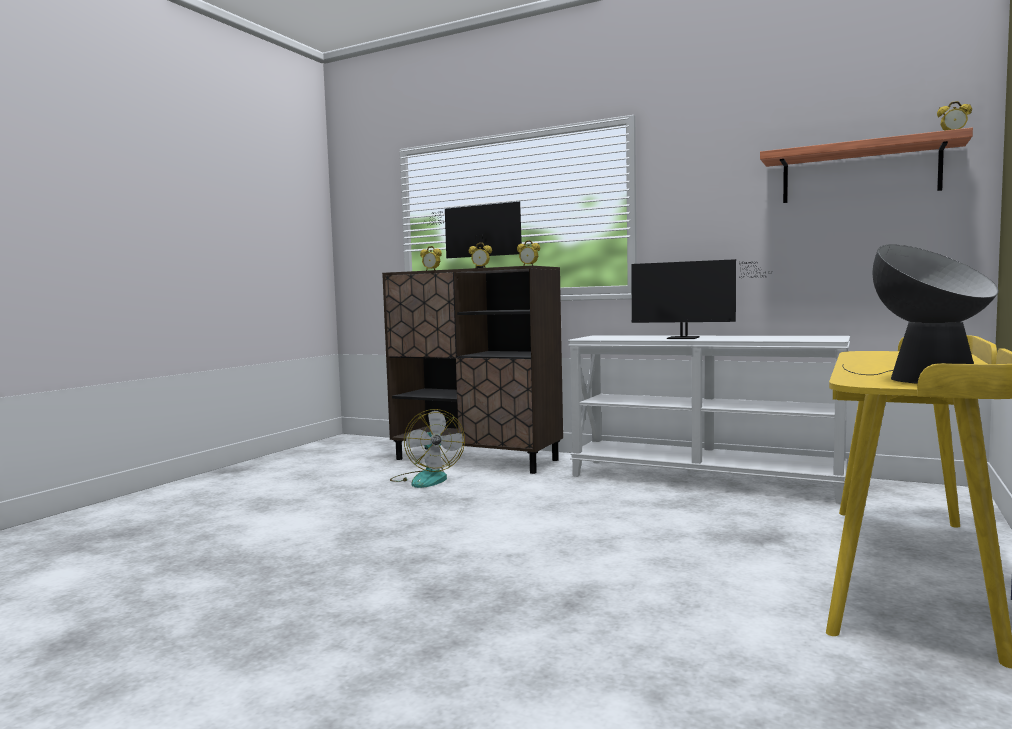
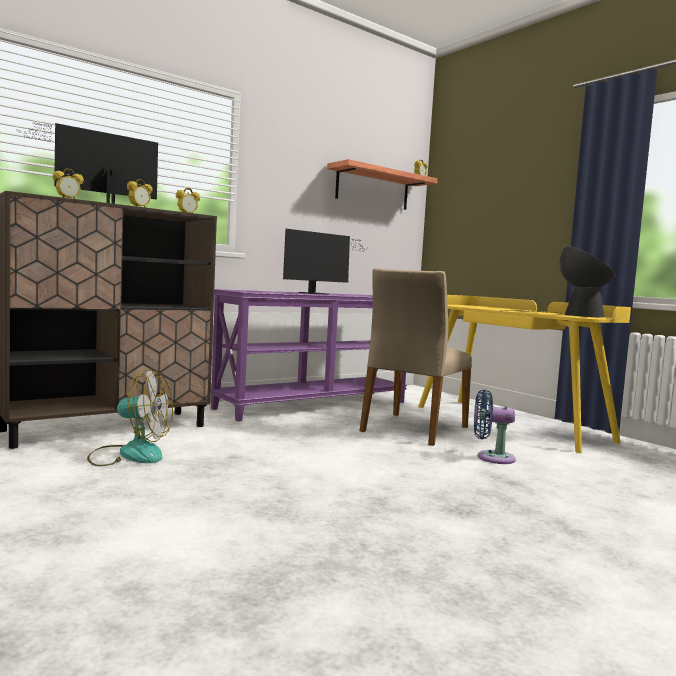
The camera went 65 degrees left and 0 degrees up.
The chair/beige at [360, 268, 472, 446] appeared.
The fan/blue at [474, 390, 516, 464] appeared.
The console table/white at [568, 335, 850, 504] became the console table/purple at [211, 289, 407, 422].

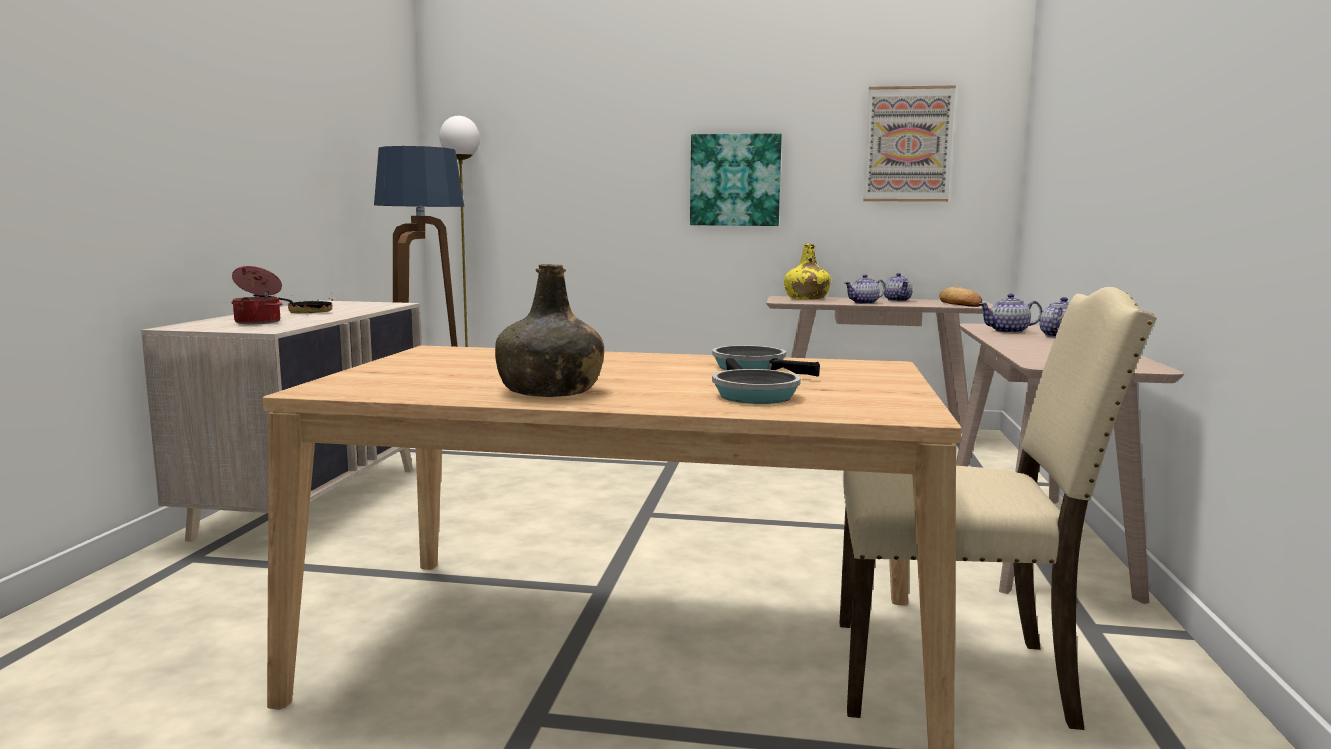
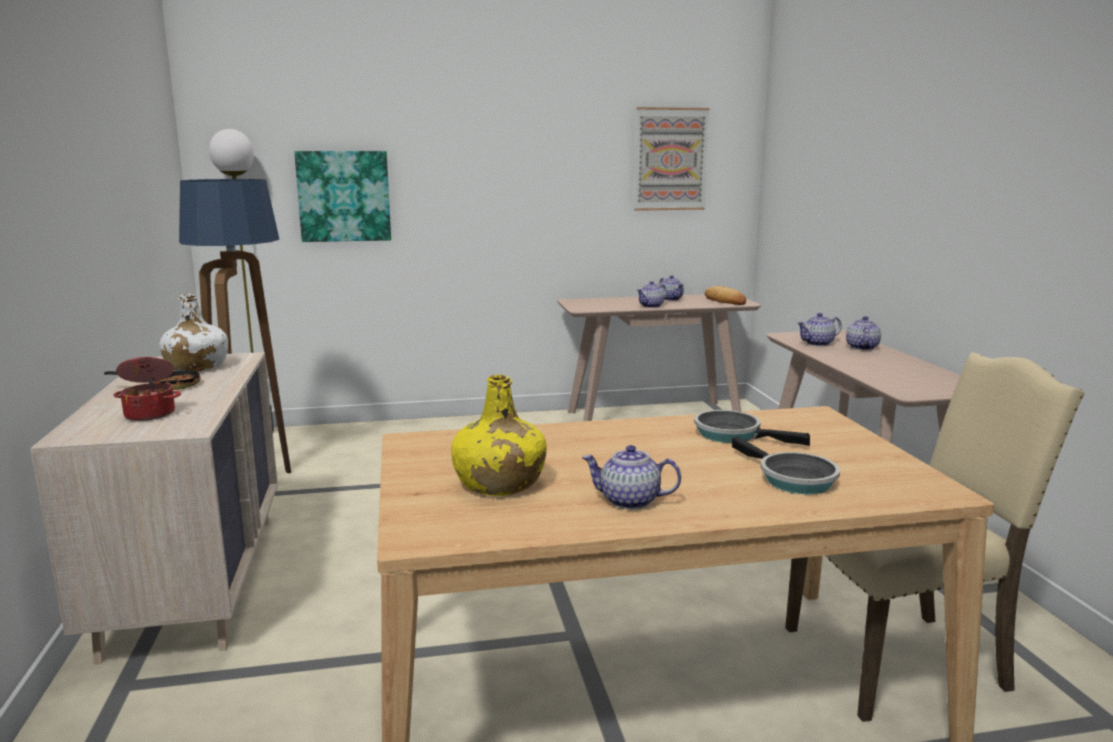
The camera went 20 degrees left and 5 degrees up.
The bottle/white at [159, 294, 228, 372] appeared.
The picture moved from [690, 133, 782, 226] to [294, 151, 391, 242].
The bottle/yellow moved from [784, 244, 831, 300] to [451, 375, 547, 496].
The bottle/green at [495, 264, 604, 397] was replaced by the teapot at [582, 445, 681, 510].

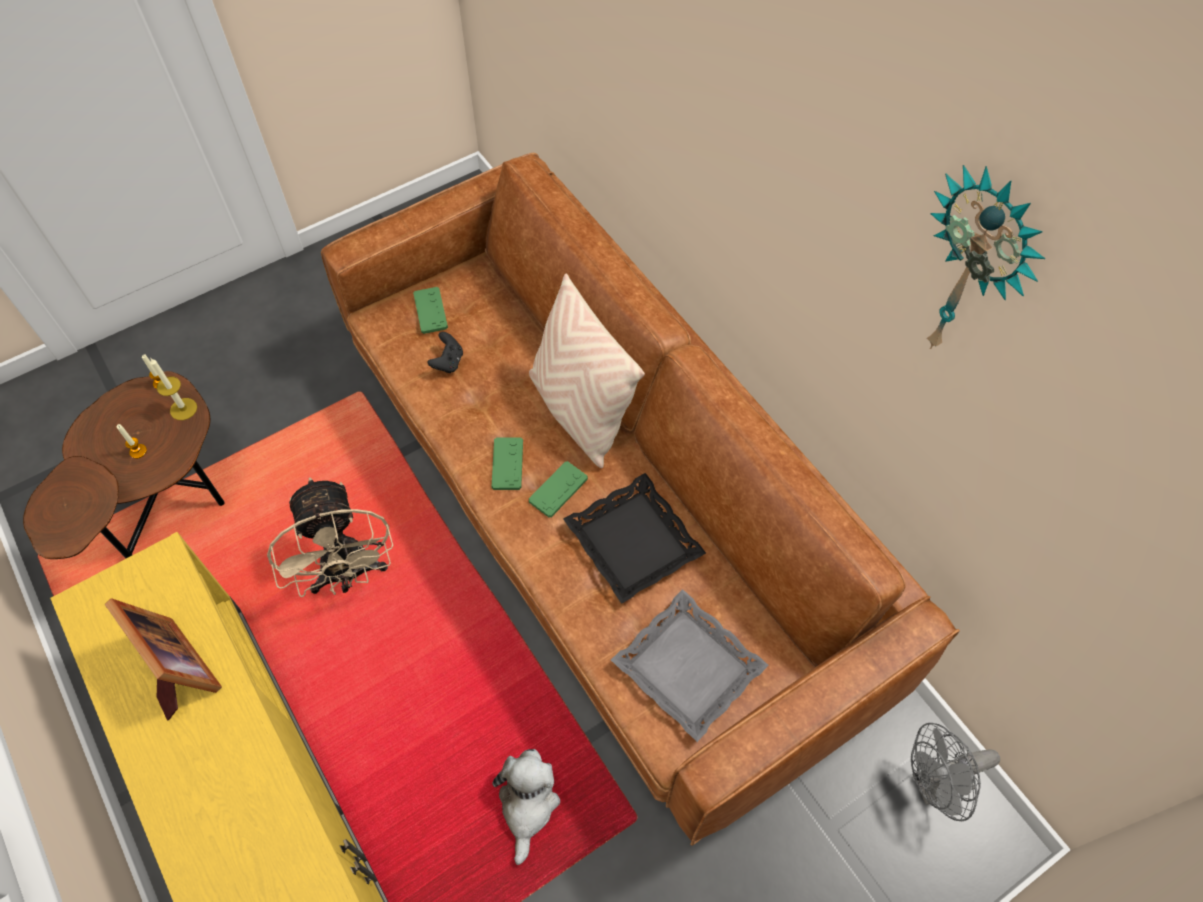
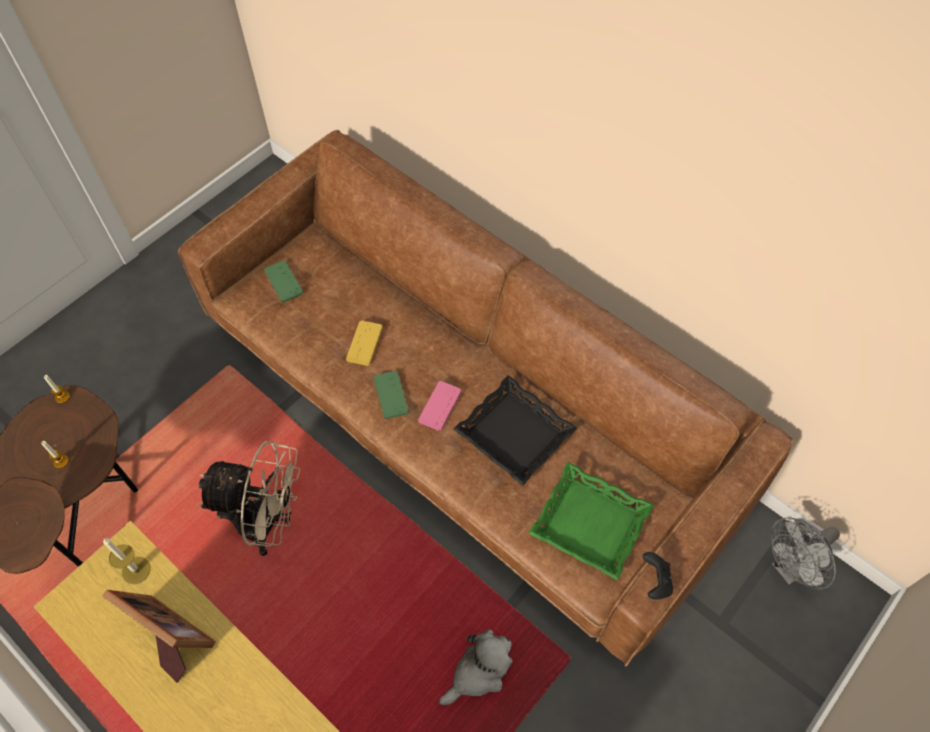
The camera went 15 degrees left and 0 degrees up.
The pillow/beige at [529, 274, 645, 468] disappeared.
The wall clock at [927, 165, 1045, 349] disappeared.
The game controller/yellow at [346, 320, 383, 366] appeared.
The candle moved from [150, 358, 197, 420] to [103, 538, 151, 584].
The game controller/black moved from [428, 332, 463, 373] to [643, 552, 673, 600].
The game controller/green at [529, 461, 588, 517] became the game controller/pink at [418, 381, 461, 431].
The tray/grey at [611, 589, 769, 742] became the tray/green at [528, 462, 654, 580].
The fan/beige at [267, 477, 393, 597] turned 45 degrees counterclockwise.
The plush toy at [492, 749, 560, 865] turned 60 degrees clockwise.

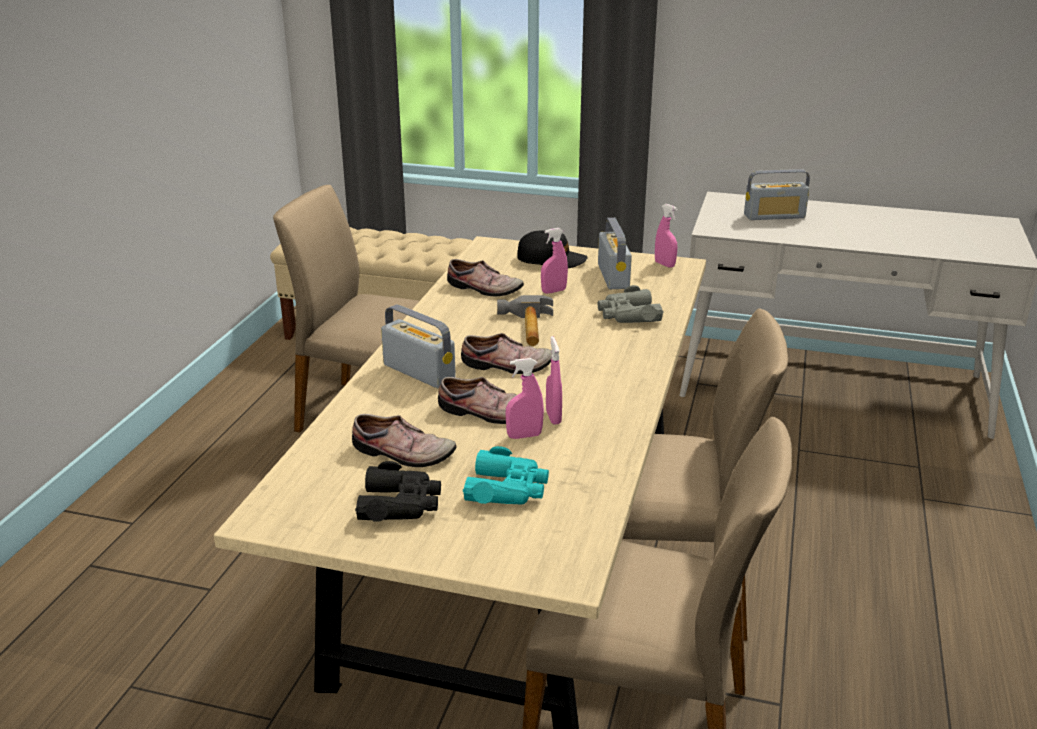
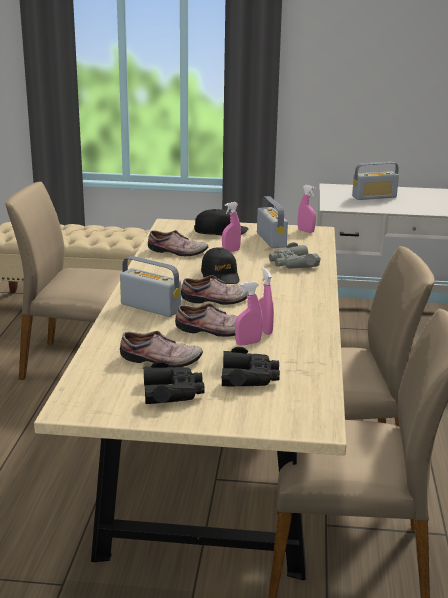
The camera went 10 degrees left and 5 degrees down.
The hammer at [497, 295, 553, 346] was replaced by the cap/black at [201, 247, 239, 284].
The binoculars/turquoise at [463, 446, 549, 504] became the binoculars/black at [221, 347, 280, 386].

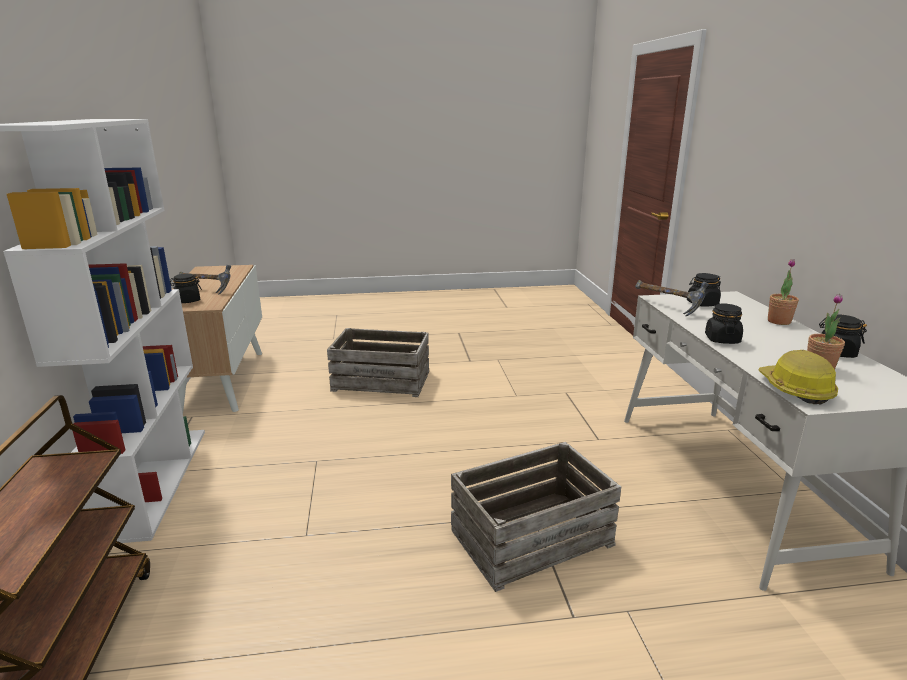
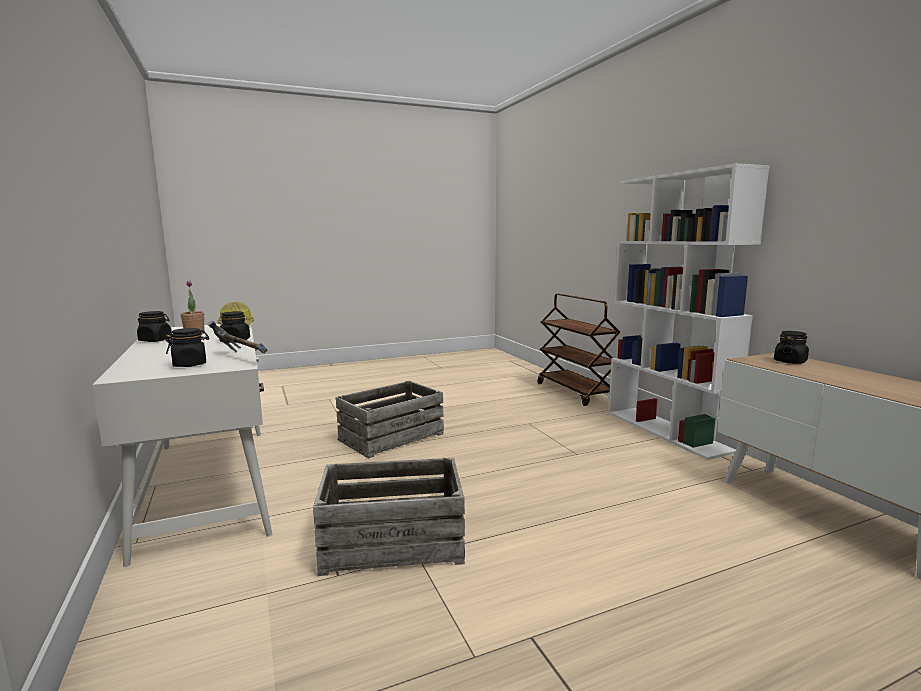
The camera went 165 degrees right and 10 degrees down.
The hammer at [179, 265, 232, 295] disappeared.
The potted plant at [768, 259, 799, 325] disappeared.
The crate moved from [327, 328, 429, 397] to [313, 457, 465, 576].

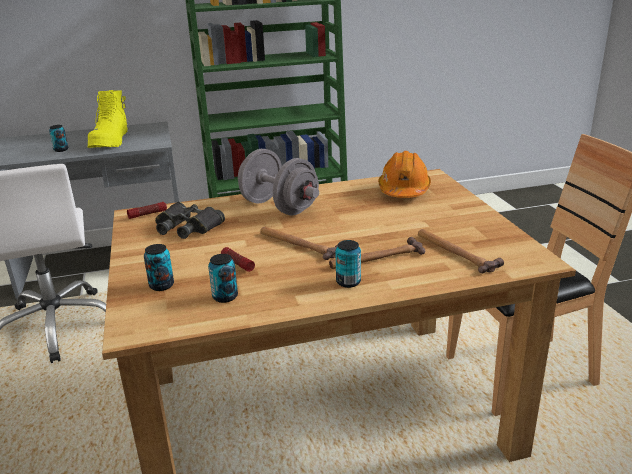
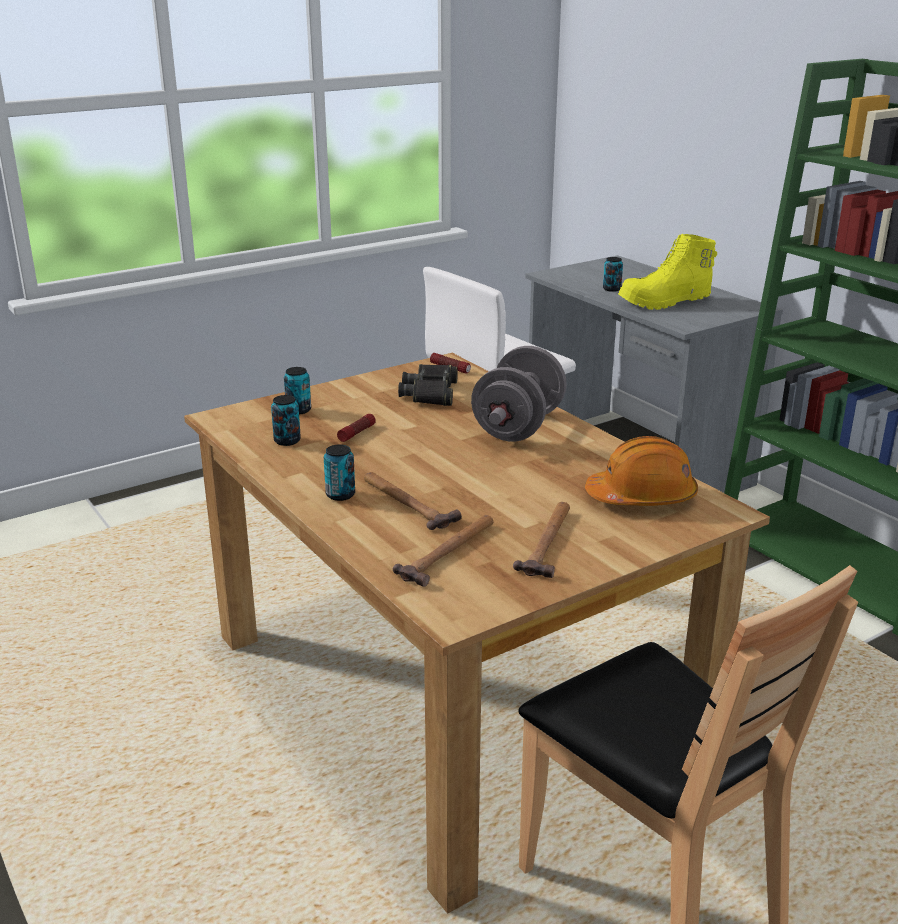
The camera went 70 degrees right and 0 degrees up.
The hammer moved from [260, 227, 338, 260] to [513, 502, 570, 578].

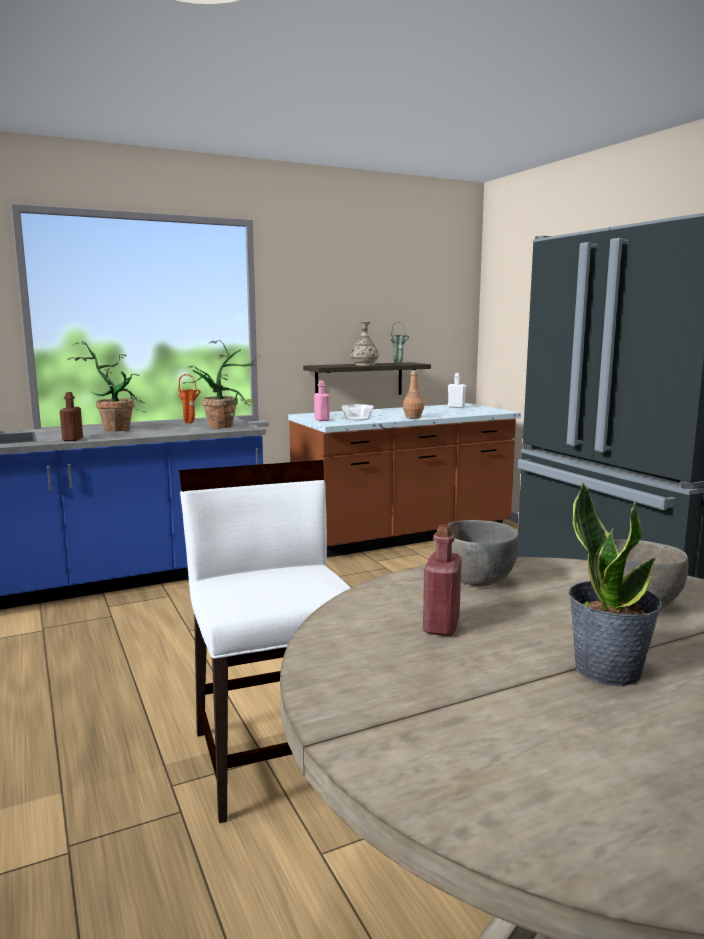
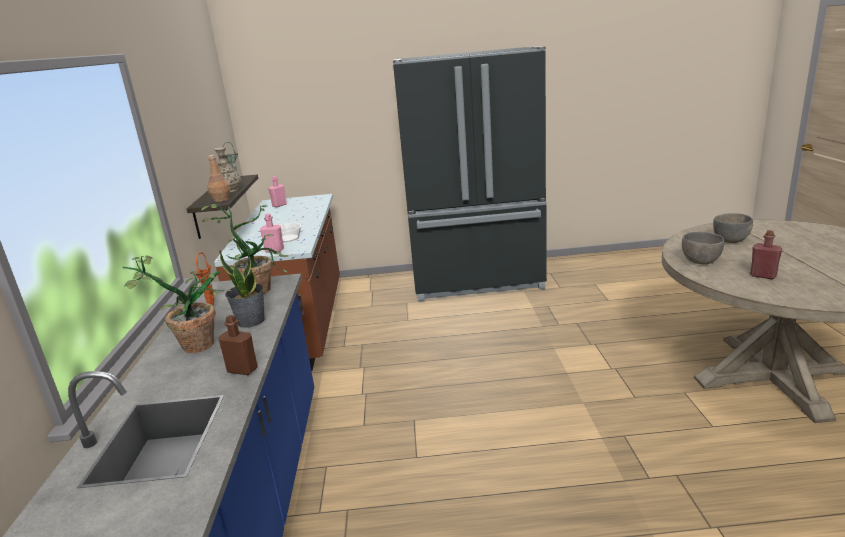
The camera went 65 degrees left and 10 degrees up.
The chair/white at [179, 460, 351, 823] disappeared.
The bottle/brown moved from [403, 371, 424, 419] to [207, 155, 230, 202].
The potted plant moved from [568, 481, 662, 686] to [219, 249, 265, 328].
The bottle/white at [448, 373, 466, 408] became the bottle/pink at [268, 176, 287, 207].

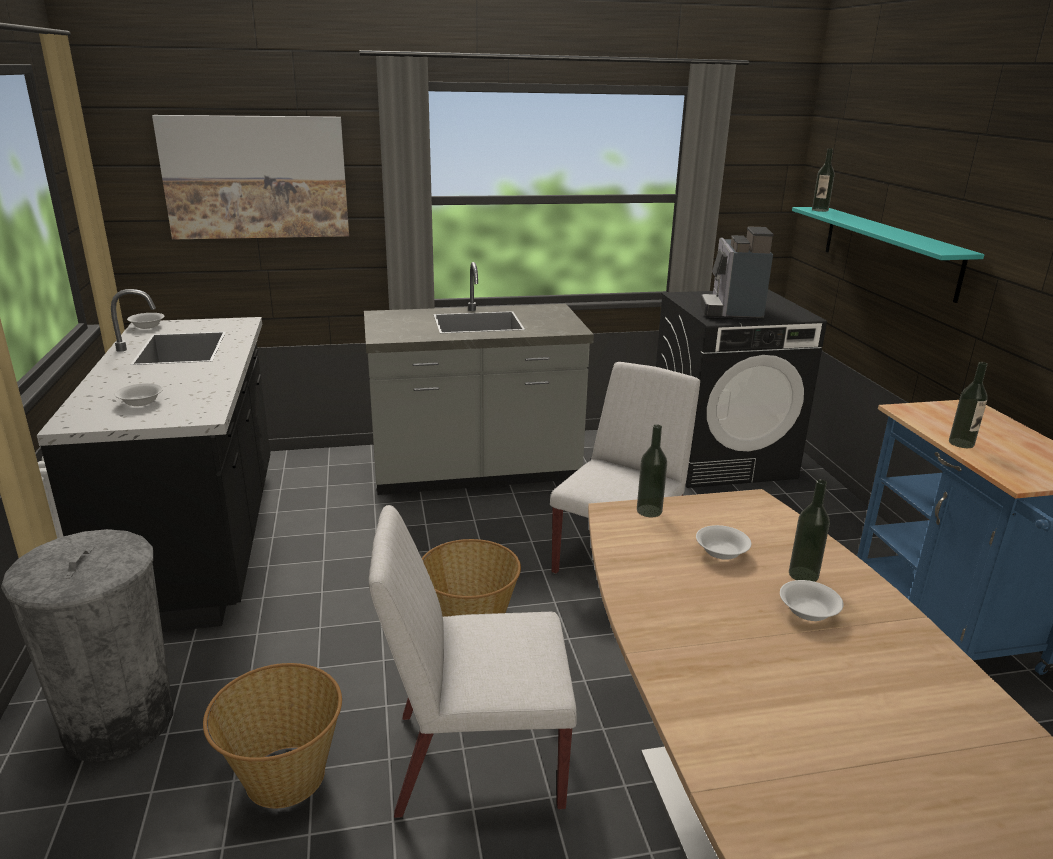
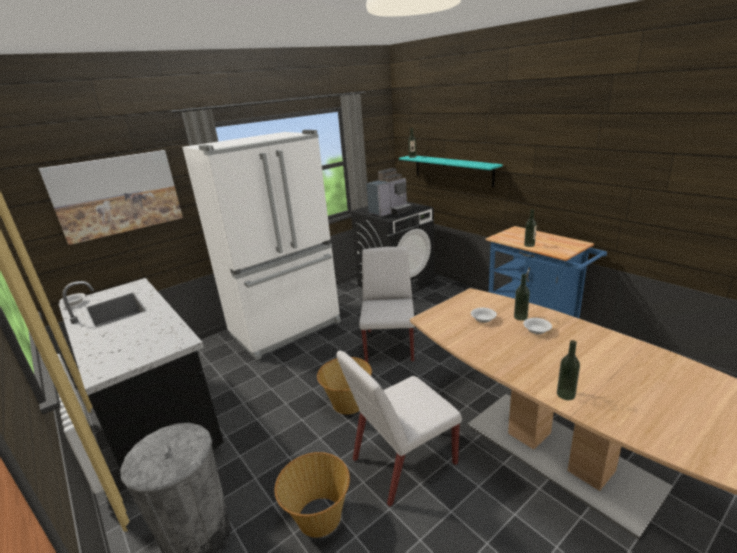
The camera went 25 degrees left and 0 degrees up.
The bowl/white at [114, 383, 163, 407] disappeared.
The bottle moved from [637, 424, 667, 518] to [557, 340, 580, 400].
The counter/grey at [364, 262, 594, 495] was replaced by the fridge/white at [182, 130, 341, 360].
The coffee machine at [700, 226, 773, 319] turned 105 degrees counterclockwise.

